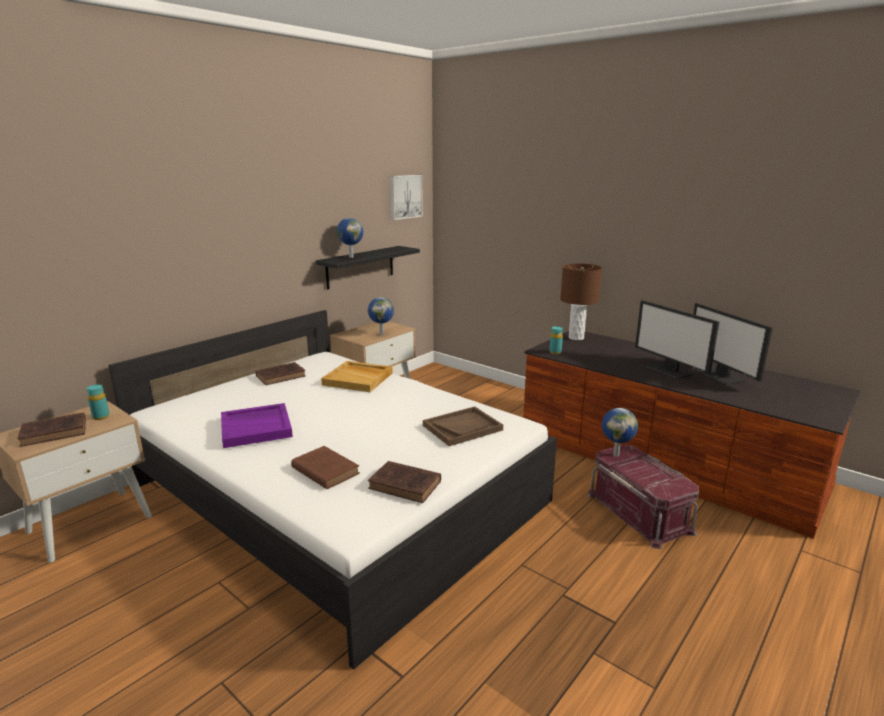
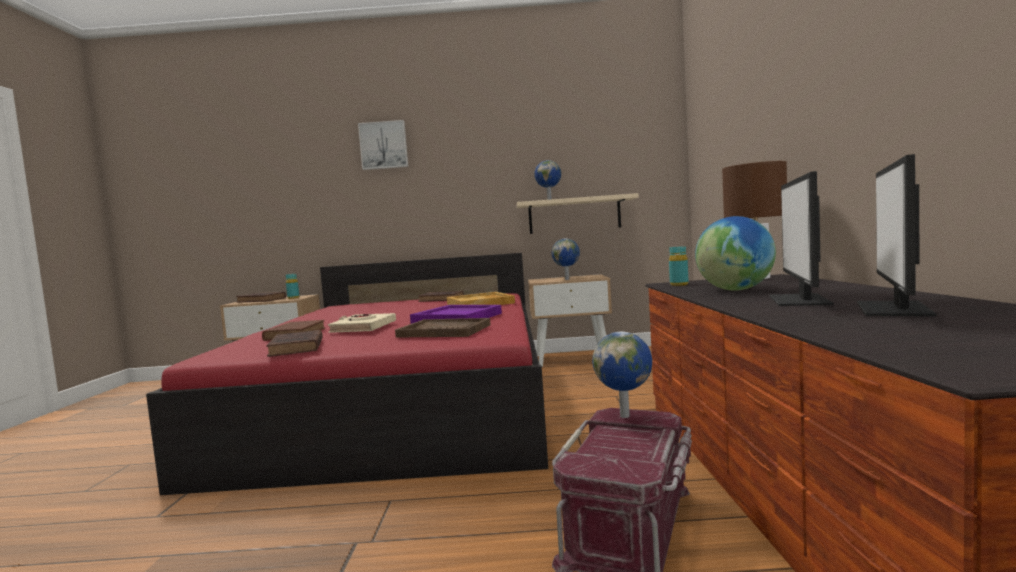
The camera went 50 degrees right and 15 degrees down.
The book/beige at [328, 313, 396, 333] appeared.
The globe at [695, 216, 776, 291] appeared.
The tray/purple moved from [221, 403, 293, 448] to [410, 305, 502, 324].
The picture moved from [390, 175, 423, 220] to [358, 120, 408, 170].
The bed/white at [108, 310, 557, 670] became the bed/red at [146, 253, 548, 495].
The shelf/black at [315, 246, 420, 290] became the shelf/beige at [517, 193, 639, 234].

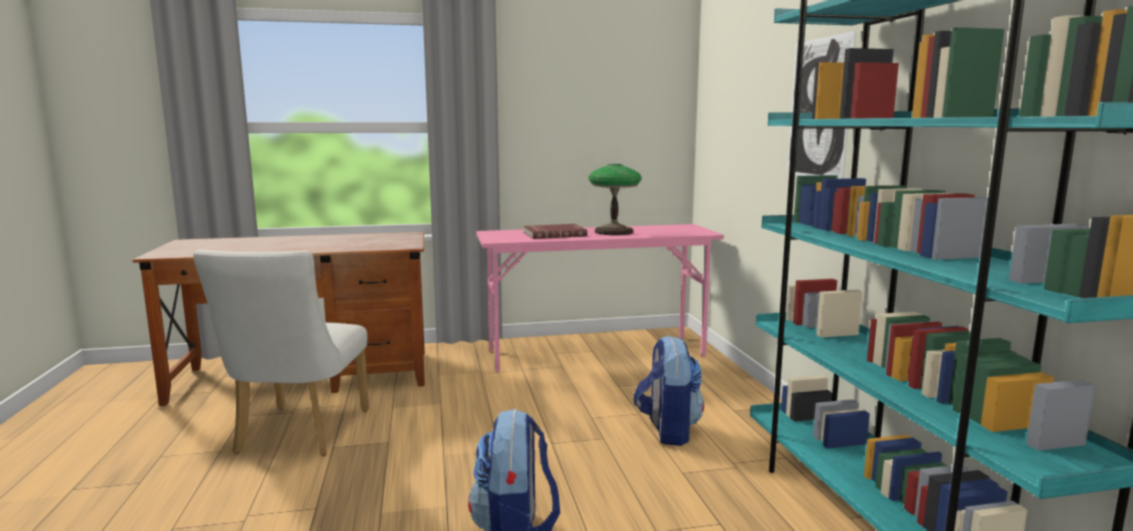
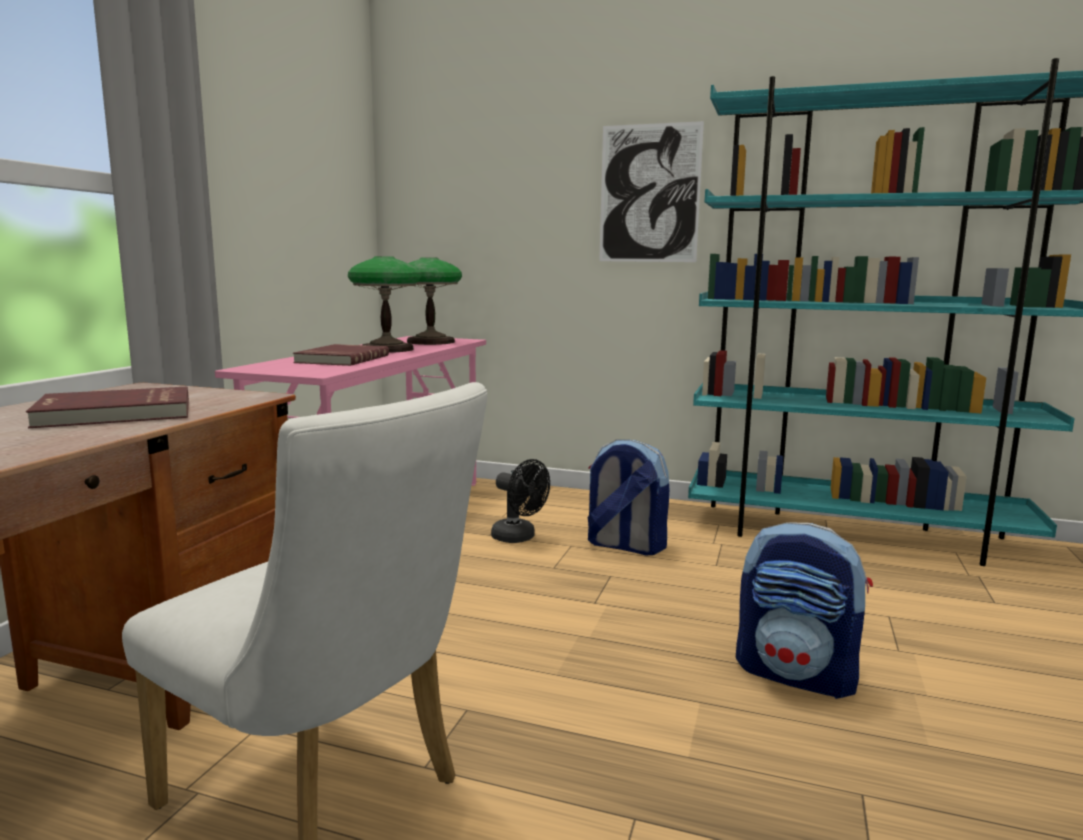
The camera went 60 degrees left and 0 degrees up.
The book/red at [26, 387, 189, 428] appeared.
The table lamp at [407, 257, 462, 345] appeared.
The fan/black at [491, 459, 550, 543] appeared.

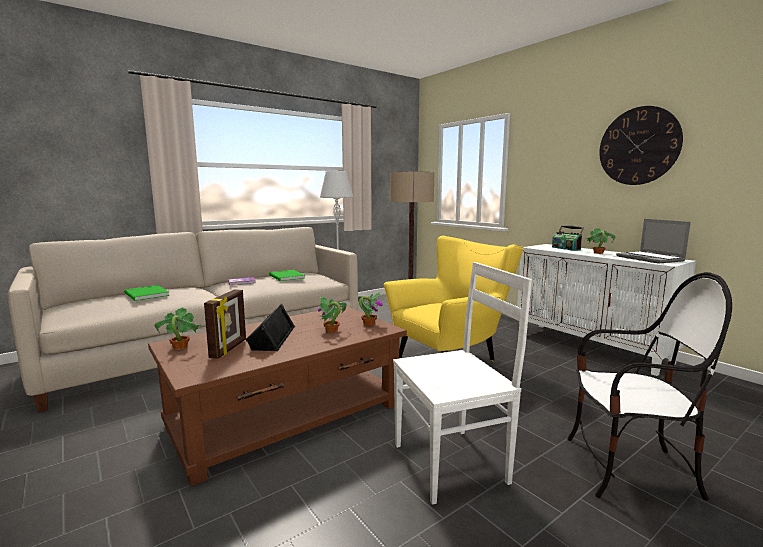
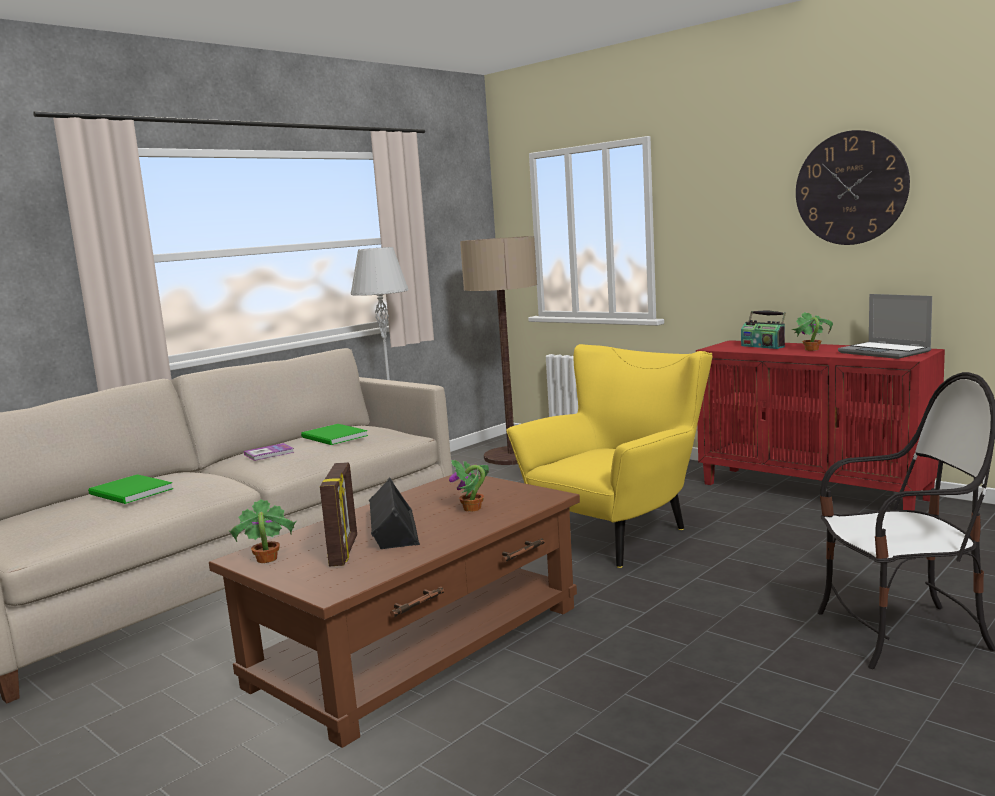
The camera went 10 degrees left and 0 degrees up.
The potted plant at [358, 292, 383, 326] disappeared.
The chair/white at [393, 262, 532, 505] disappeared.
The cabinet/white at [517, 244, 696, 376] became the cabinet/red at [696, 340, 945, 511].

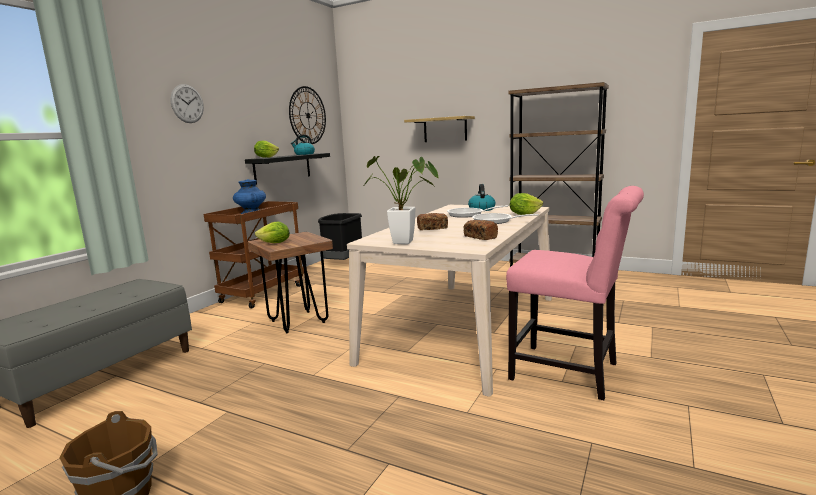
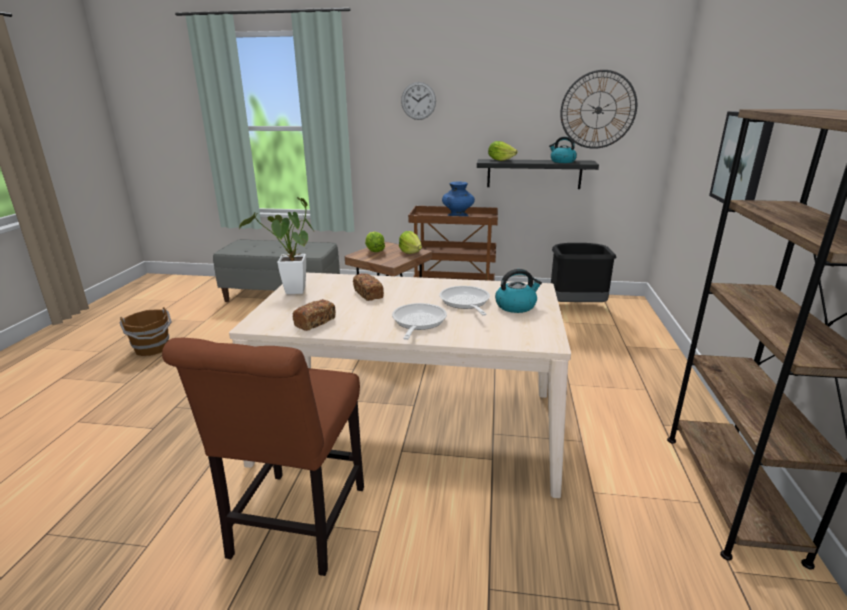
The camera went 70 degrees right and 10 degrees up.
The lettuce moved from [510, 193, 543, 215] to [399, 231, 422, 254].
The shelf at [404, 116, 475, 142] was replaced by the picture at [709, 111, 774, 203].
The chair/pink at [506, 186, 644, 400] became the chair/brown at [162, 338, 364, 576].

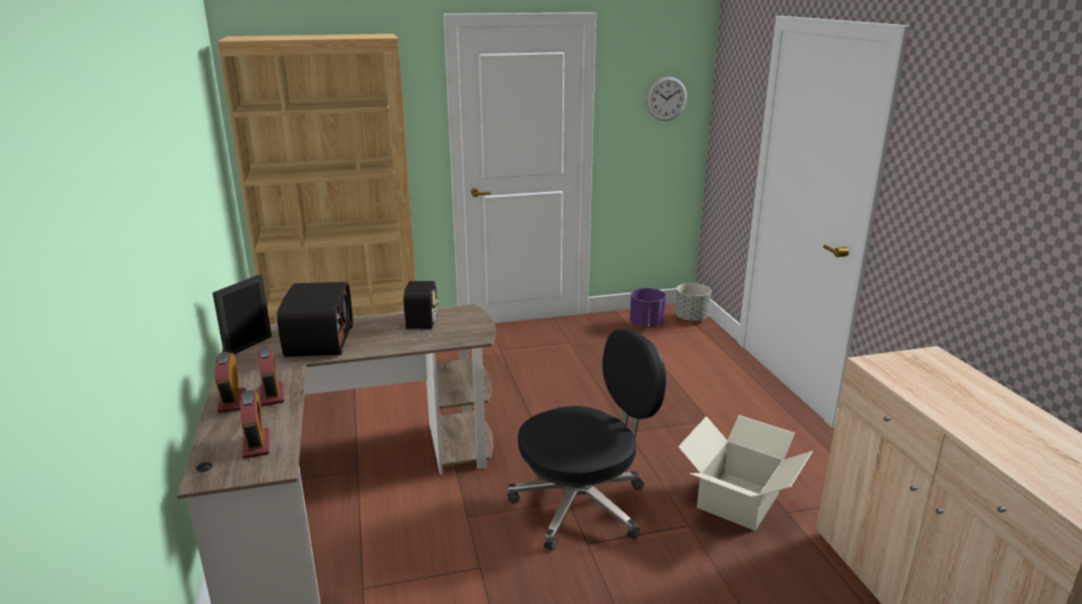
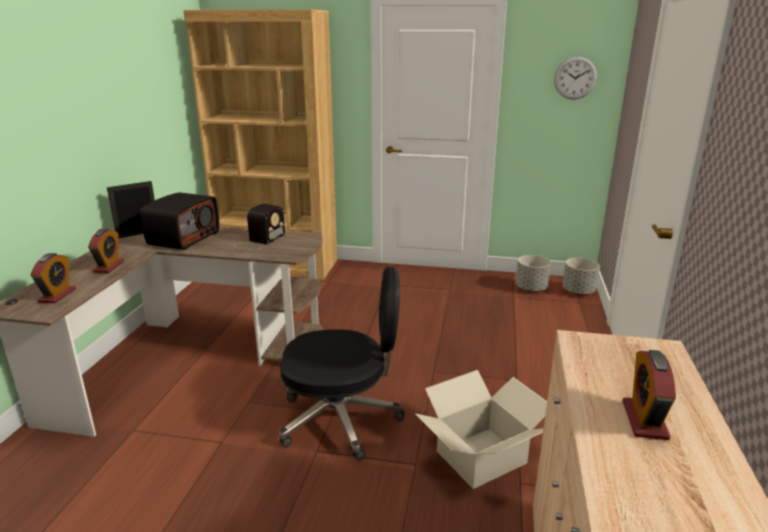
The camera went 25 degrees right and 0 degrees up.
The alarm clock moved from [215, 352, 245, 413] to [623, 350, 676, 440].
The planter/purple at [630, 288, 666, 328] became the planter/grey at [515, 255, 551, 292].

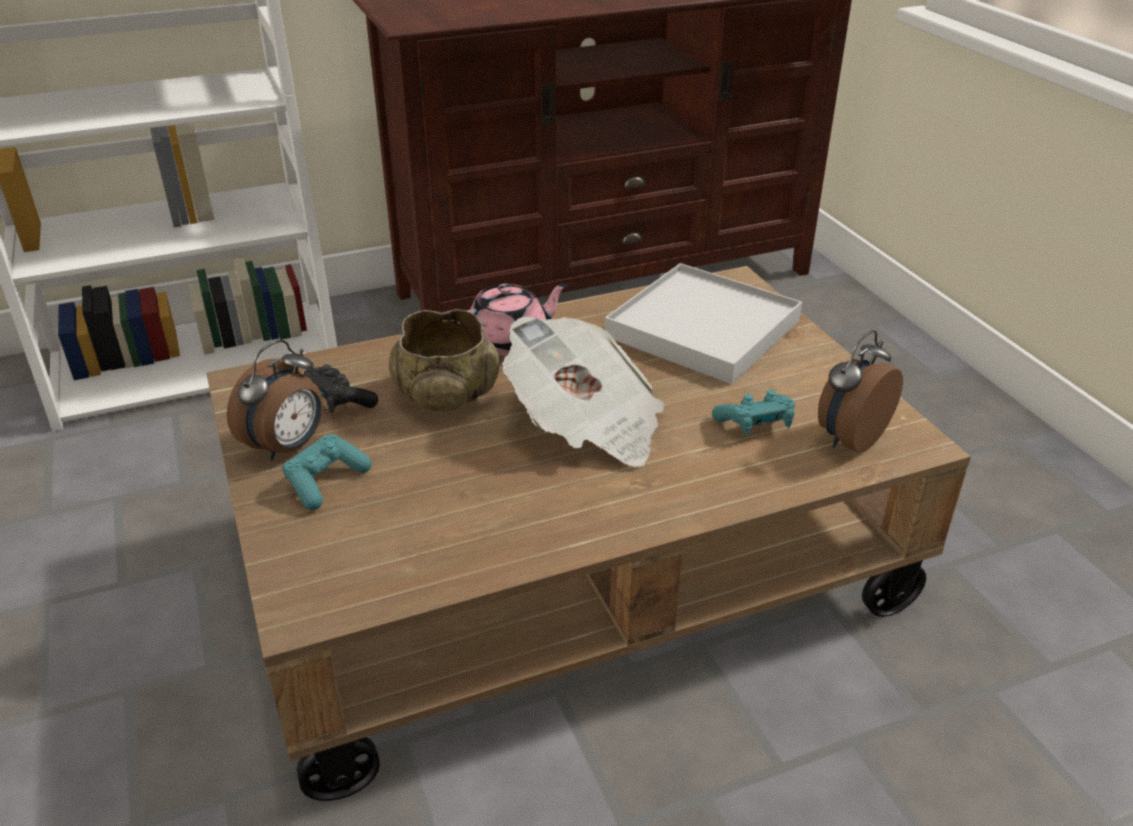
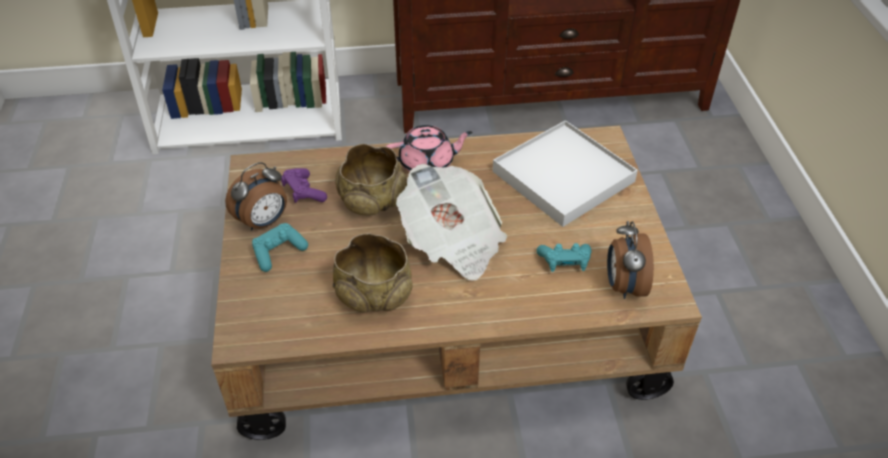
The camera went 15 degrees right and 10 degrees up.
The bowl/beige at [332, 233, 413, 313] appeared.
The game controller/black at [304, 365, 378, 413] became the game controller/purple at [281, 168, 327, 203].
The alarm clock at [818, 330, 903, 453] turned 60 degrees counterclockwise.

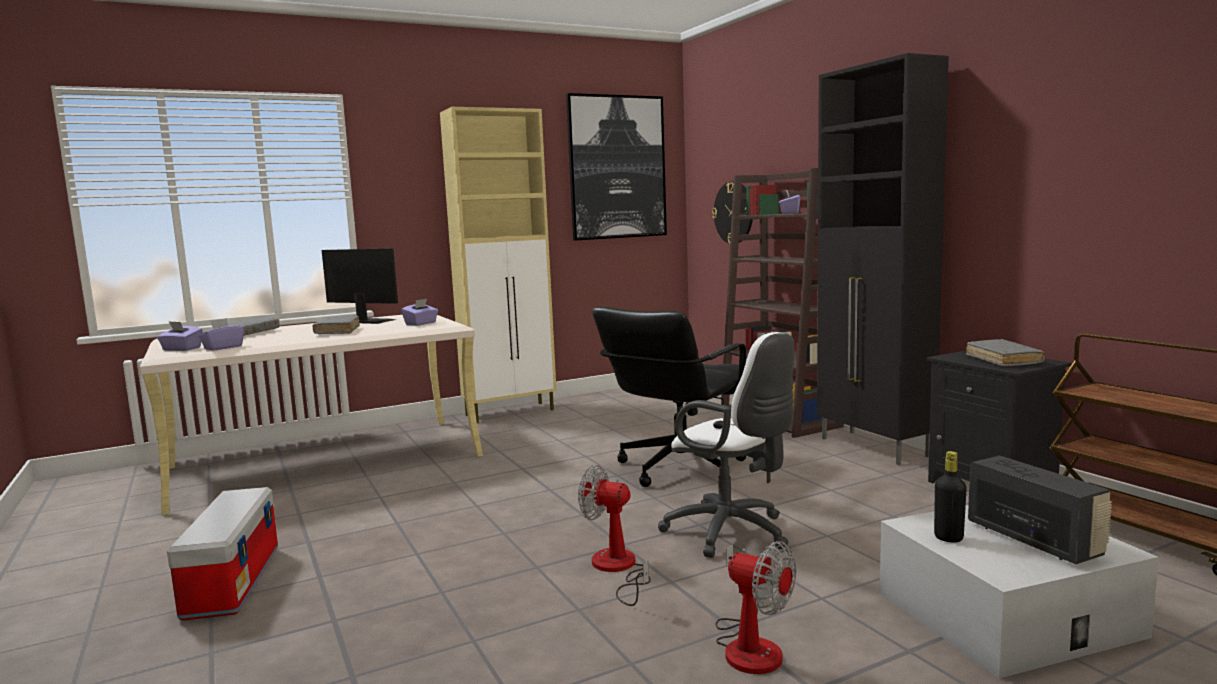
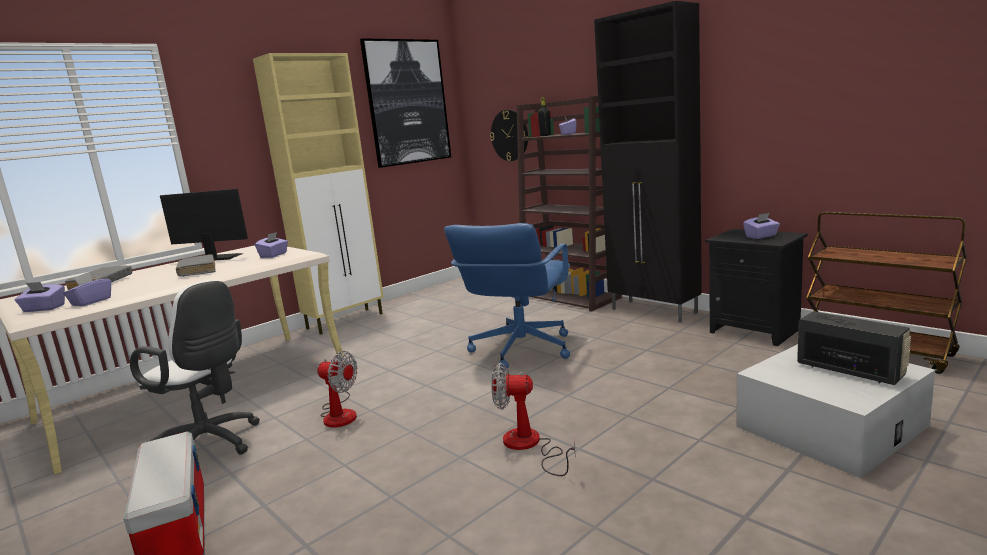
The camera went 15 degrees left and 5 degrees up.
The office chair/white moved from [658, 332, 795, 558] to [130, 280, 260, 455].
The fan moved from [716, 541, 796, 674] to [317, 351, 357, 427].
The bottle/black moved from [934, 451, 967, 542] to [538, 97, 551, 136].
The book/grey at [966, 339, 1045, 367] was replaced by the tissue box/purple at [743, 213, 780, 239].
The office chair/black at [592, 307, 746, 487] became the office chair/blue at [444, 223, 570, 370].

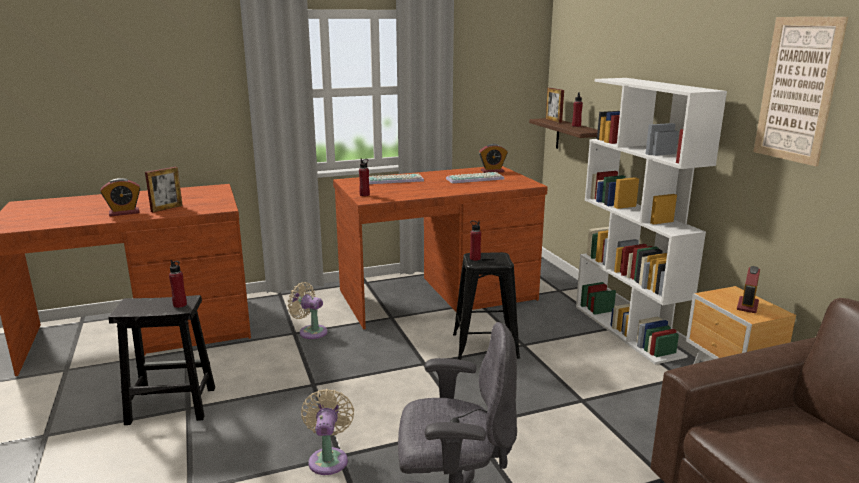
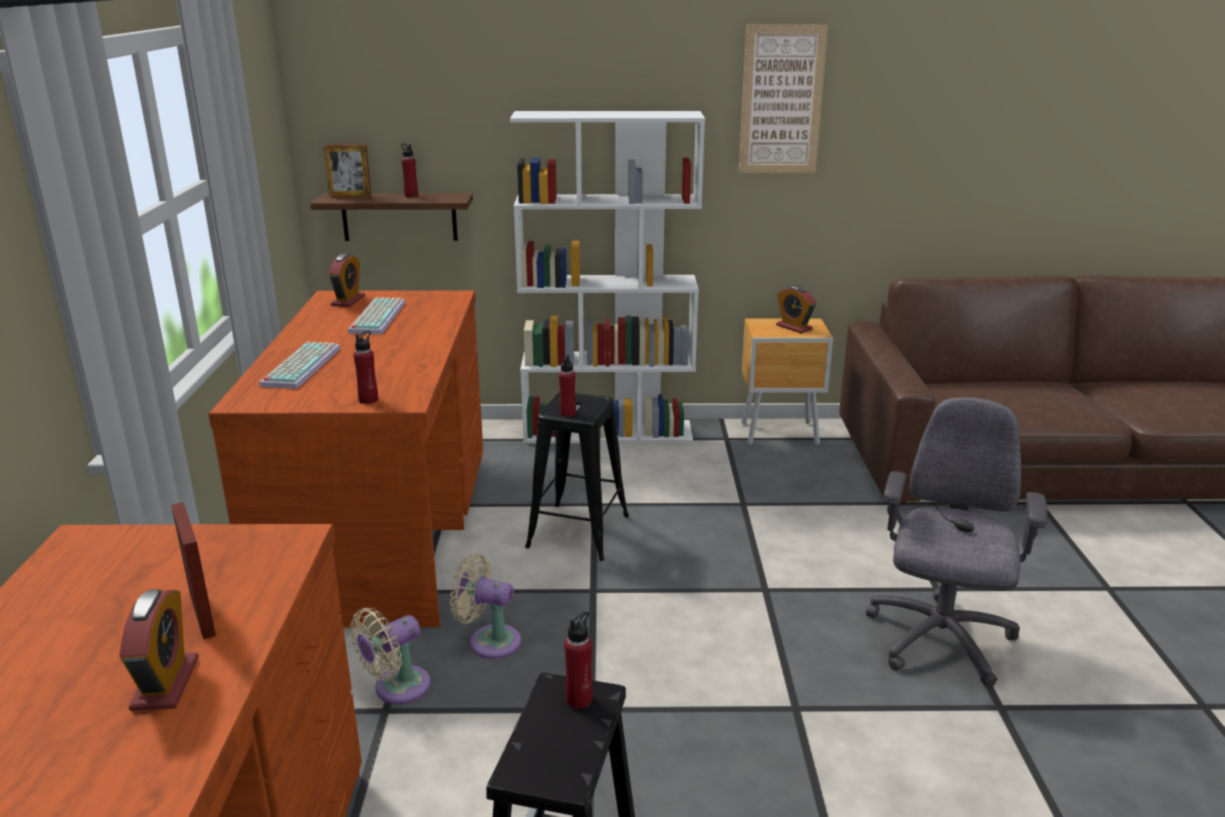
The camera went 70 degrees left and 5 degrees up.
The fan/beige moved from [301, 389, 354, 475] to [450, 554, 521, 659].

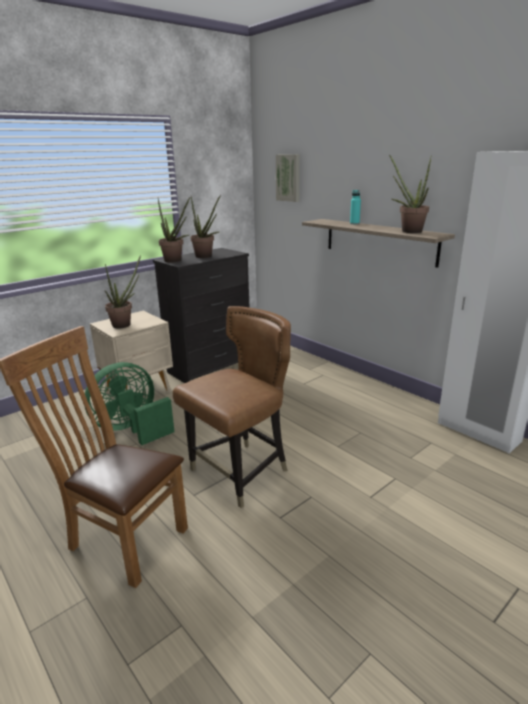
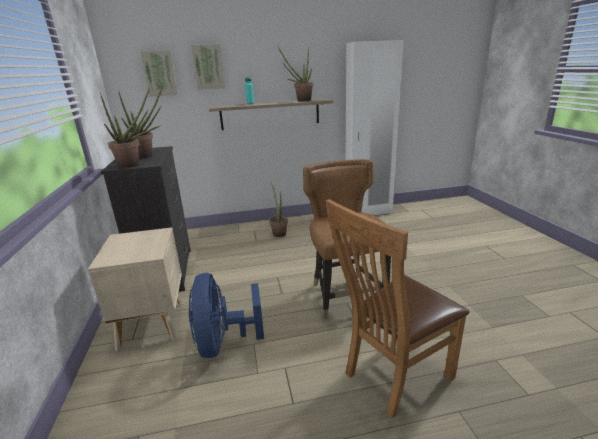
The camera went 60 degrees left and 0 degrees up.
The picture at [191, 44, 225, 90] appeared.
The potted plant moved from [105, 255, 141, 329] to [269, 182, 288, 237].
The fan/green at [84, 362, 175, 445] became the fan/blue at [189, 273, 264, 358].

